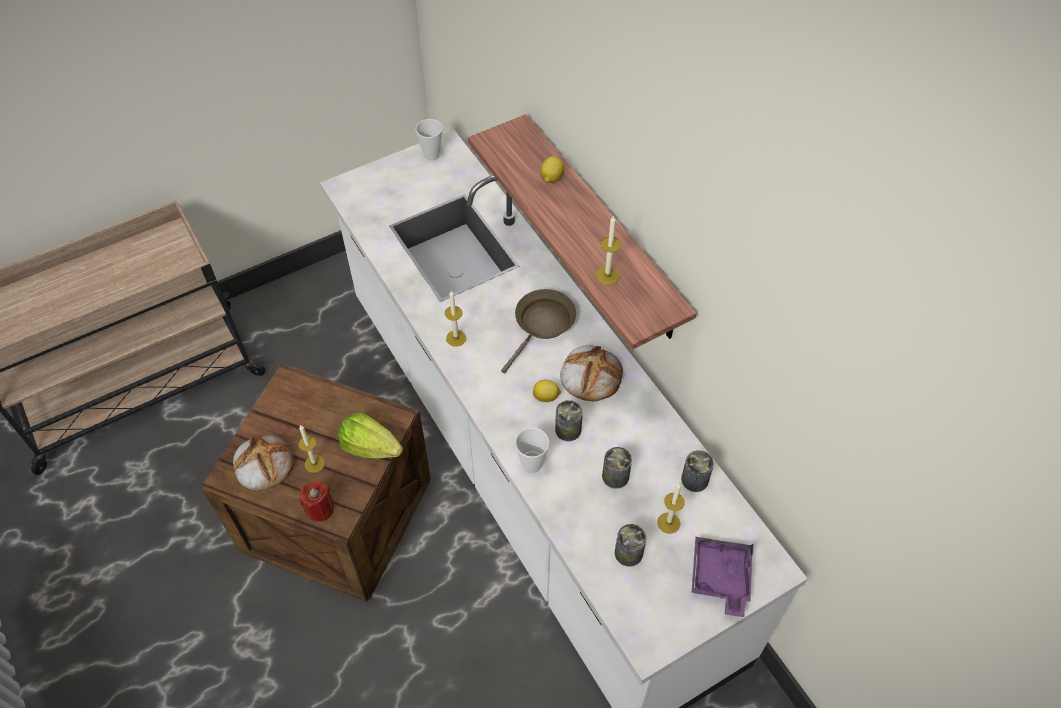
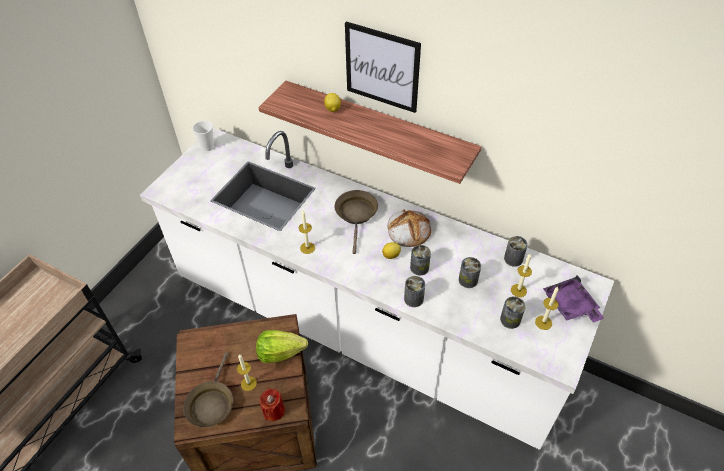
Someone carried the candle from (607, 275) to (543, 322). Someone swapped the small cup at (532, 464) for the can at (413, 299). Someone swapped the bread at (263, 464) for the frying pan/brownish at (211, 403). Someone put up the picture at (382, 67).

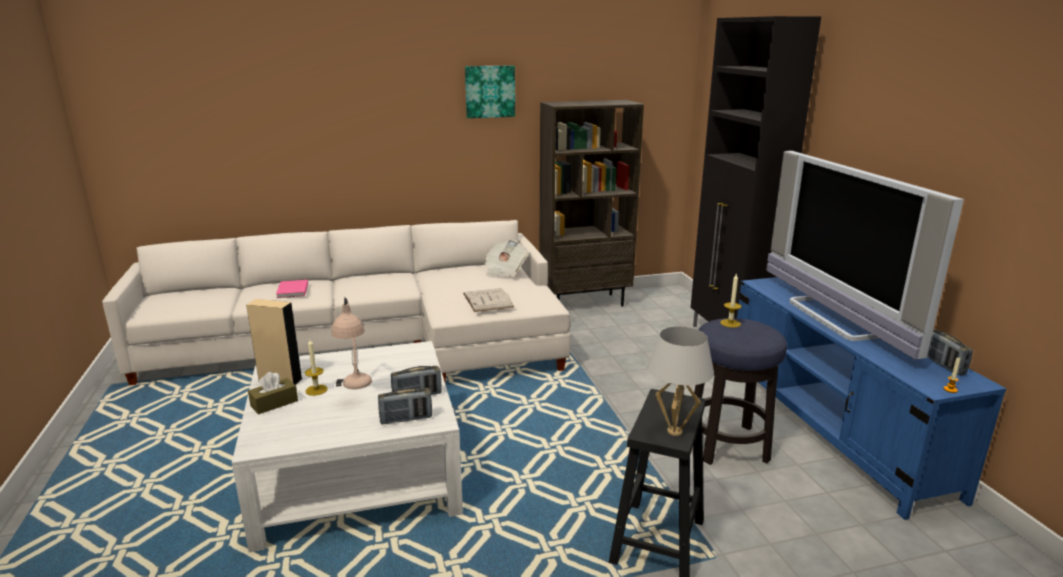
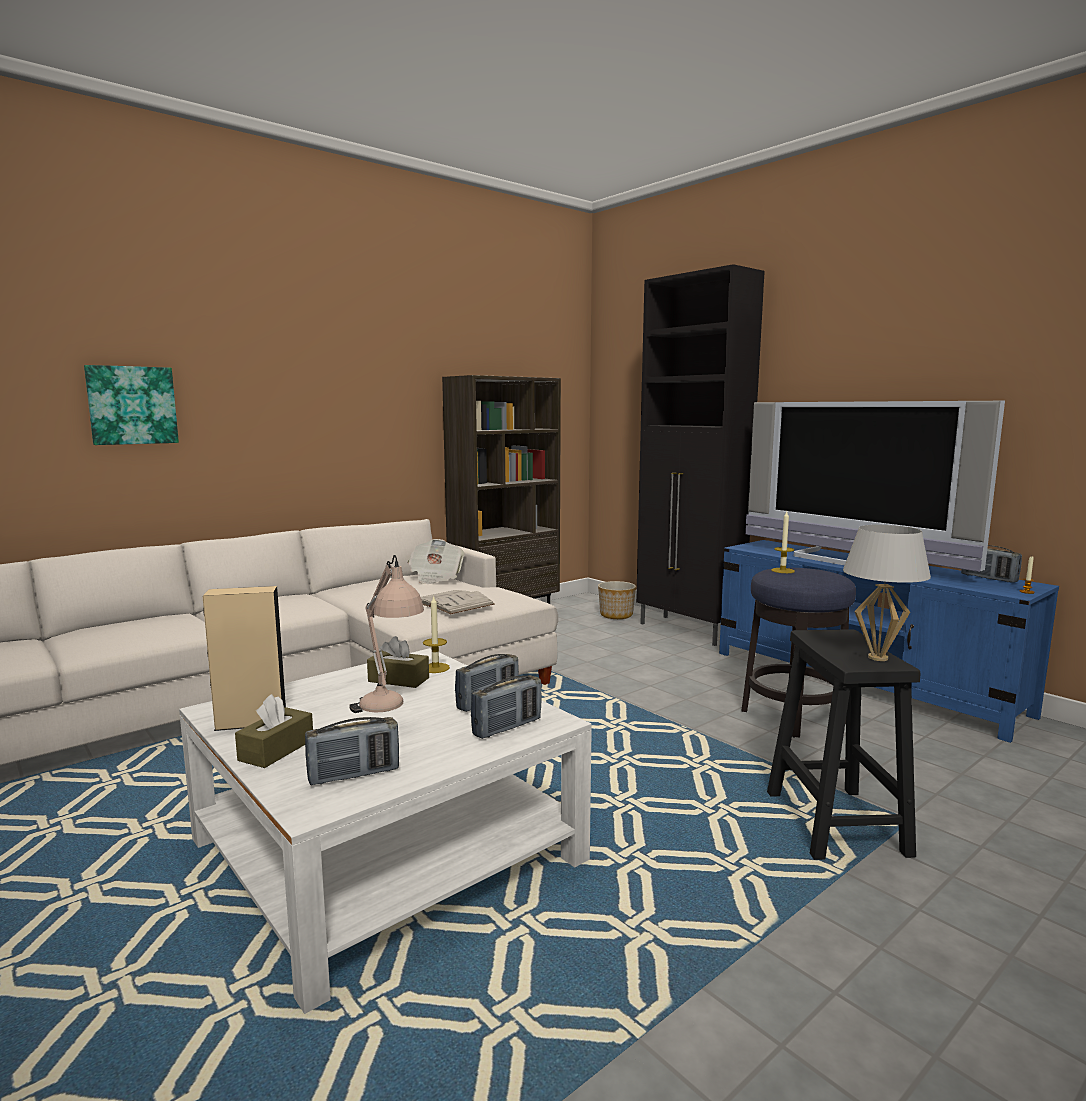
Someone carried the picture from (489, 91) to (132, 405). Someone took away the bound book/pink at (292, 291). Someone carried the candle from (316, 390) to (435, 668). Someone put down the planter at (616, 615). Someone put down the box of tissues/brownish at (398, 680). Someone put down the radio set at (354, 775).

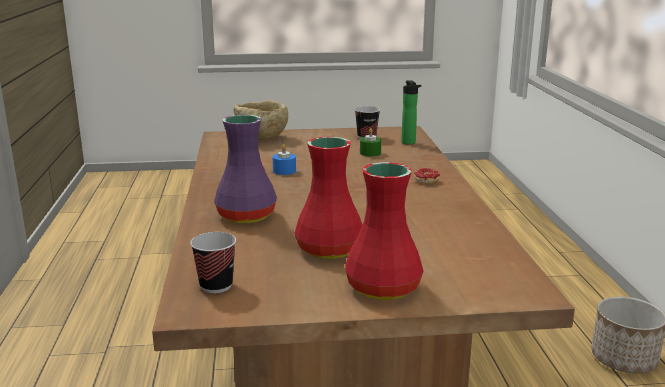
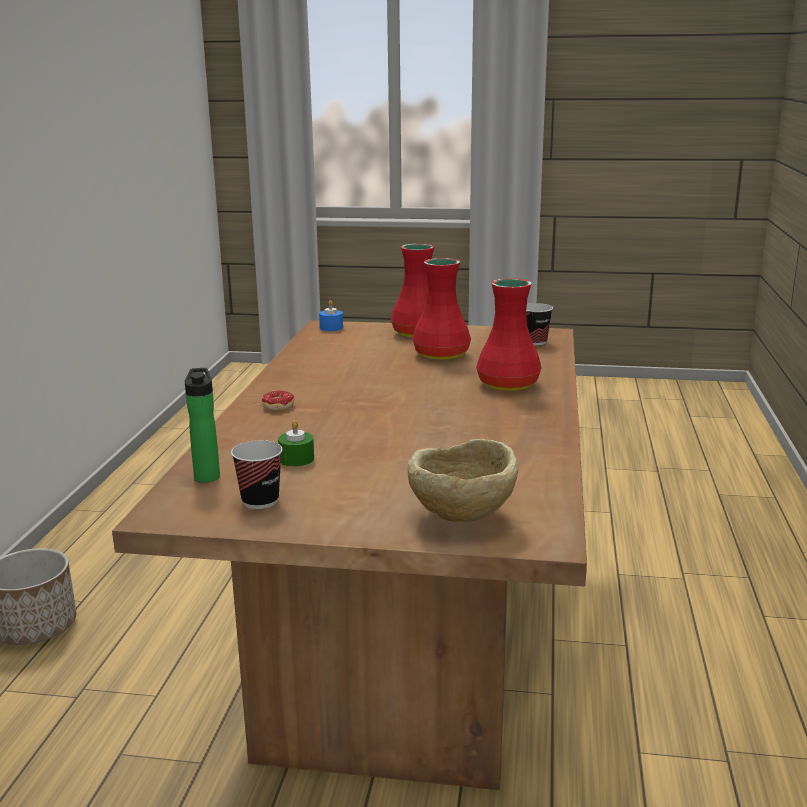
Someone repainted the decorative vase/purple-coloured at (248, 216), which became the decorative vase/reddish at (506, 385). Someone carried the candle/blue from (284, 171) to (331, 327).

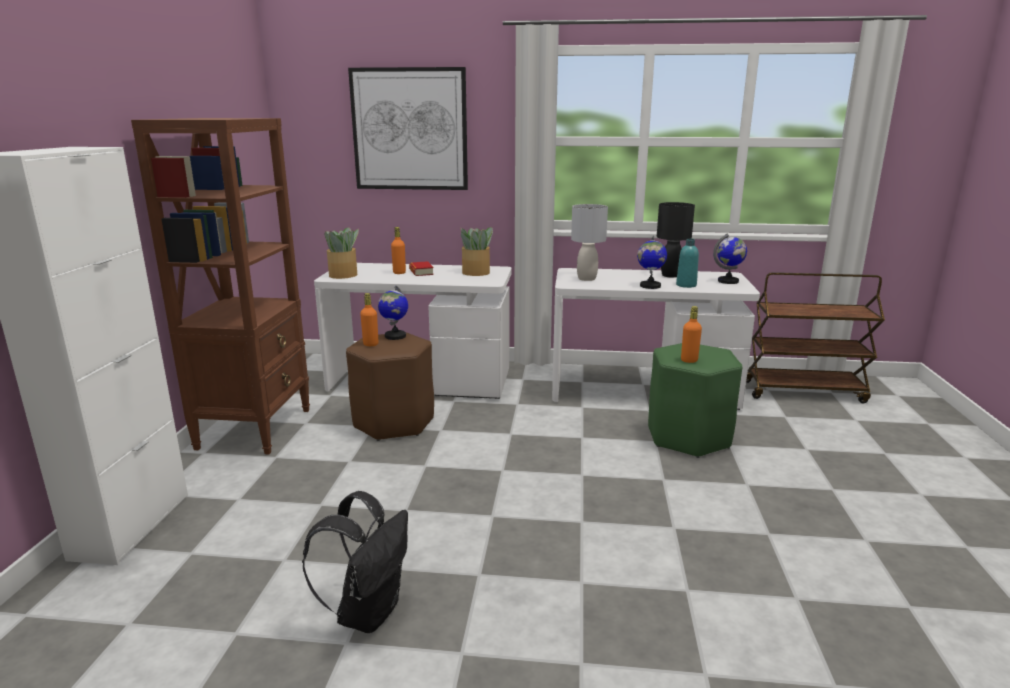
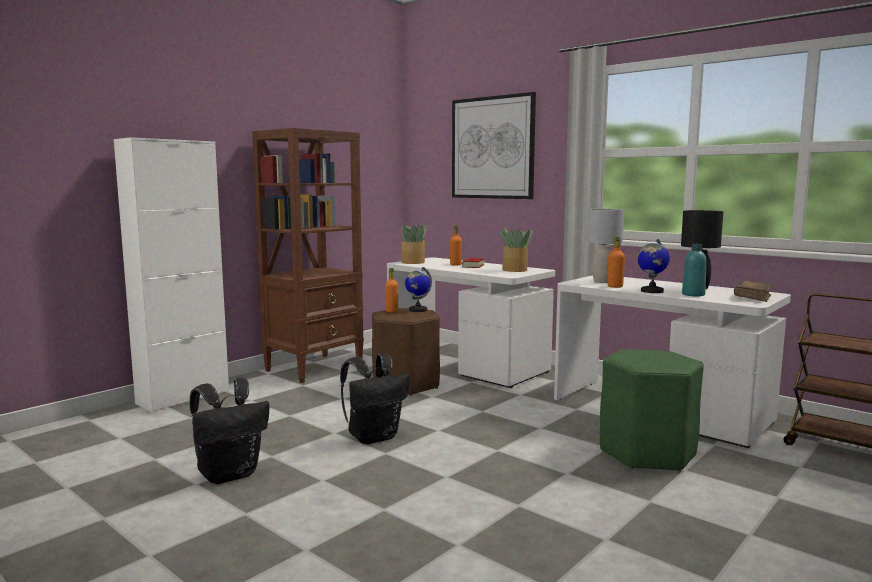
Someone swapped the desk globe at (728, 281) for the bound book/brownish at (752, 297). Someone carried the bottle/orange-coloured from (689, 360) to (615, 287). Someone put down the backpack/blackish at (374, 437).

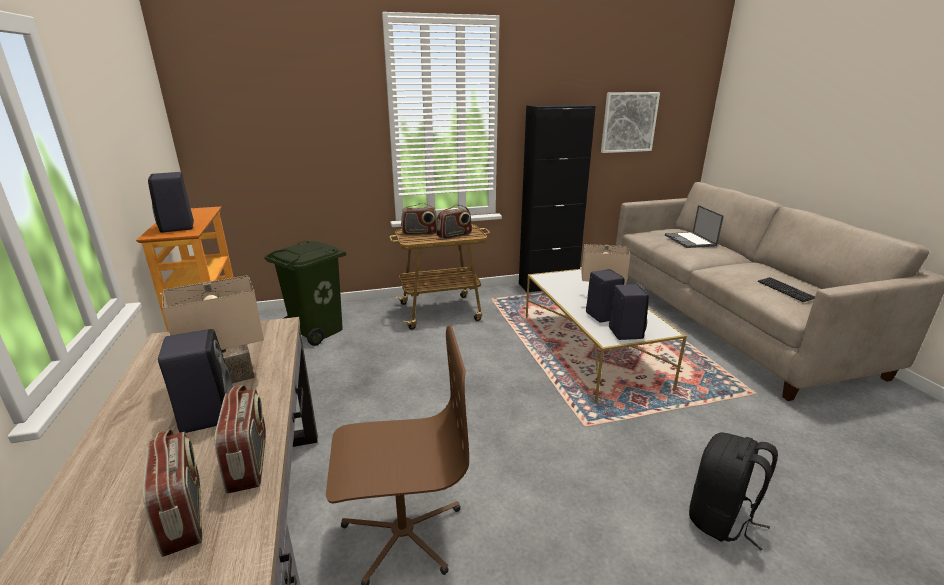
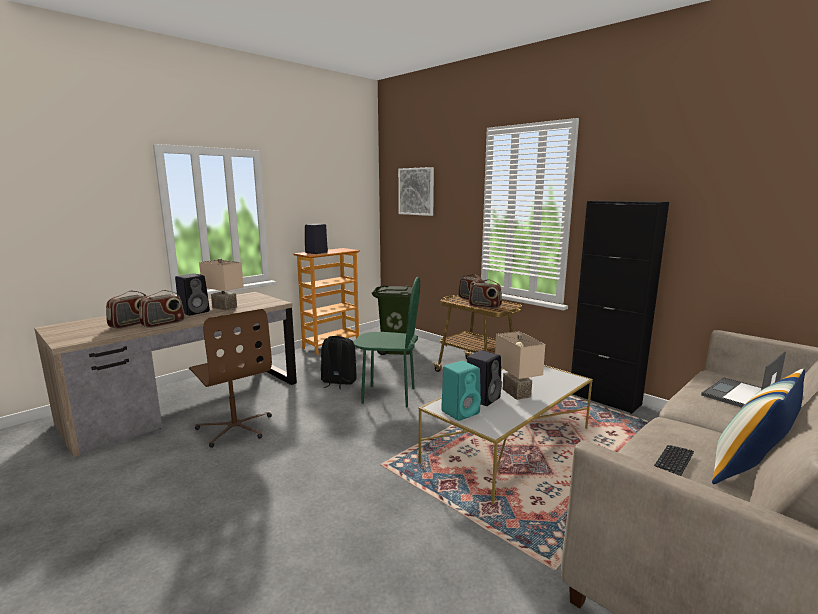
Someone carried the picture from (628, 122) to (416, 191). Someone repainted the loudspeaker/blackish at (624, 332), which became the loudspeaker/blue-green at (461, 412). Someone carried the backpack/blackish from (721, 519) to (338, 382). Someone put down the plain chair/greenish at (388, 396). Someone put down the pillow at (749, 470).

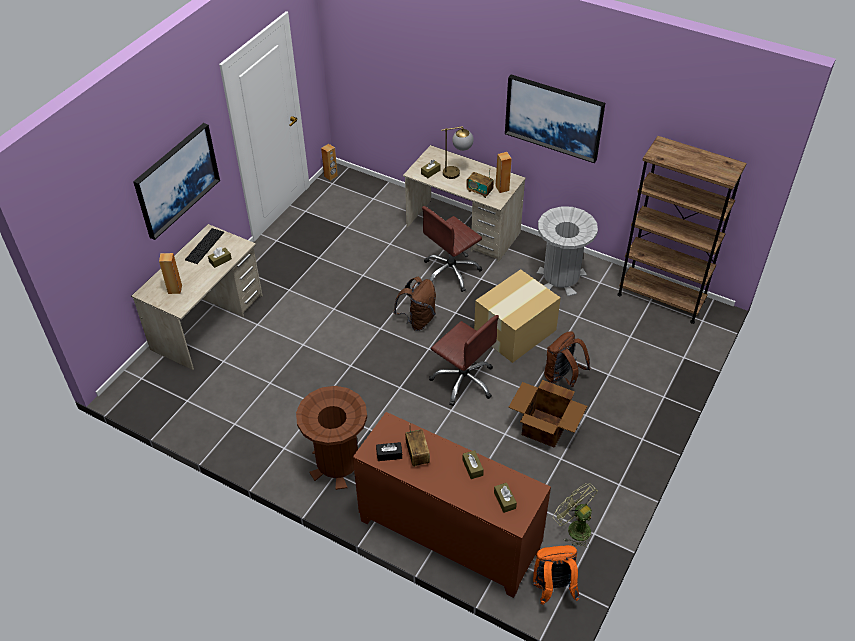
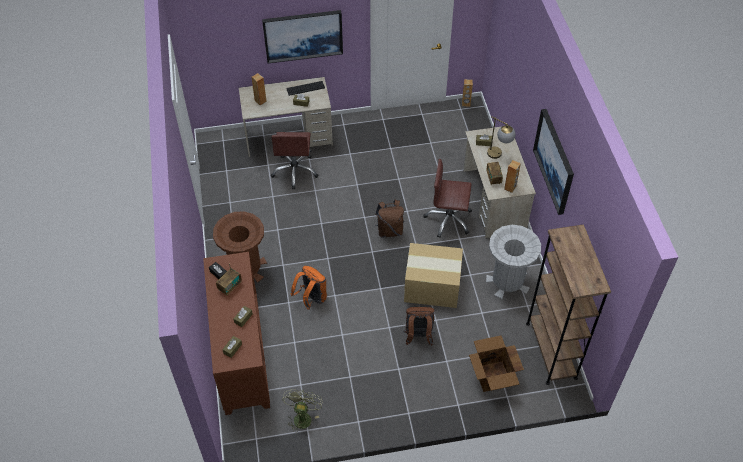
Someone carried the desk chair/brownish from (464, 381) to (295, 171). Someone carried the cardboard box from (545, 428) to (493, 376). Someone carried the backpack/orange-coloured from (552, 588) to (311, 299).

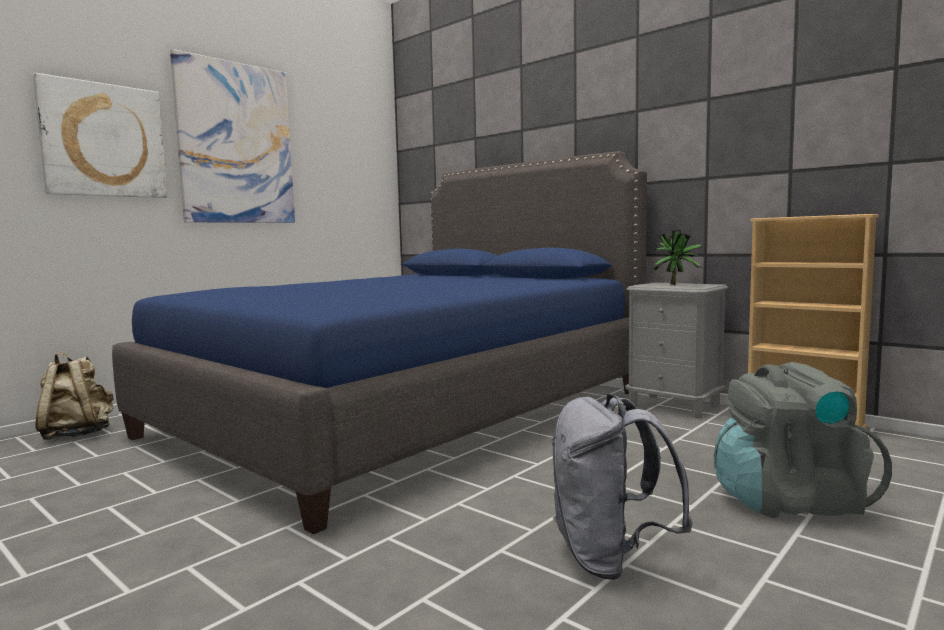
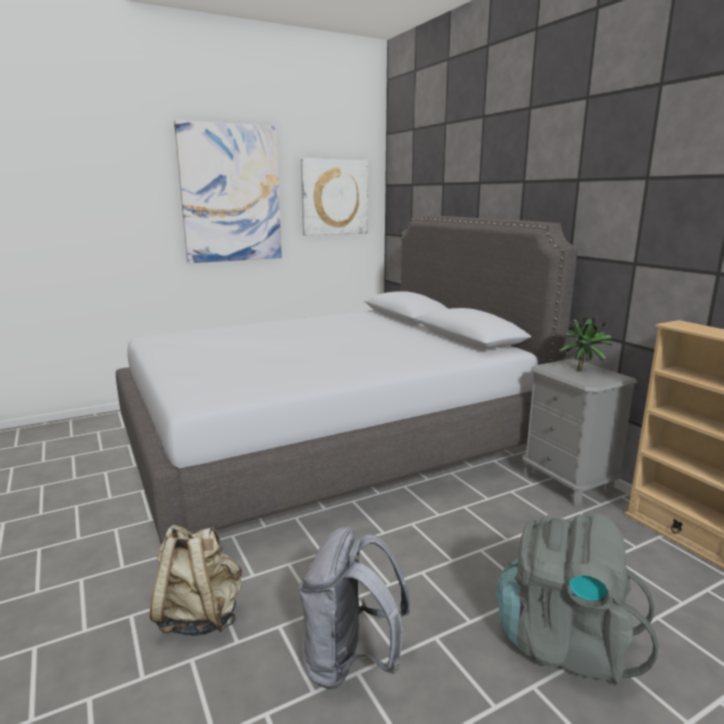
Someone carried the picture from (103, 140) to (334, 197). Someone repainted the bedroom bed/blue at (406, 413), which became the bedroom bed/greyish at (329, 445). Someone carried the backpack/sand-coloured from (78, 435) to (200, 616).

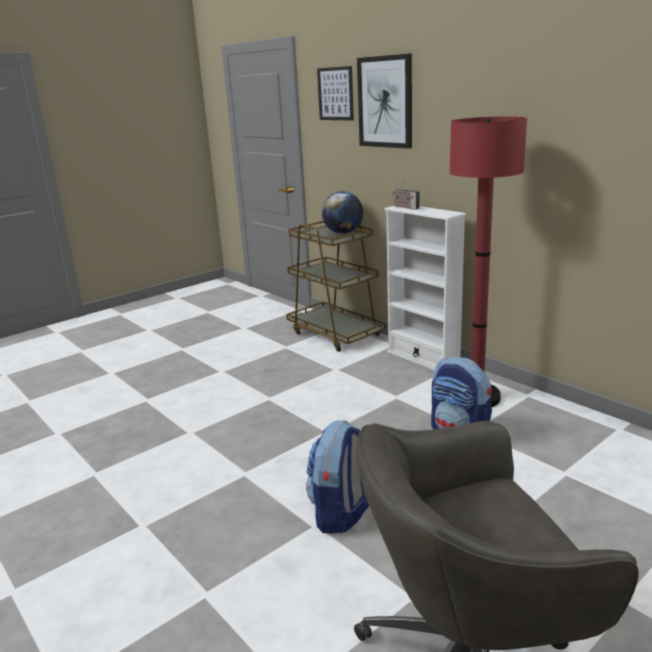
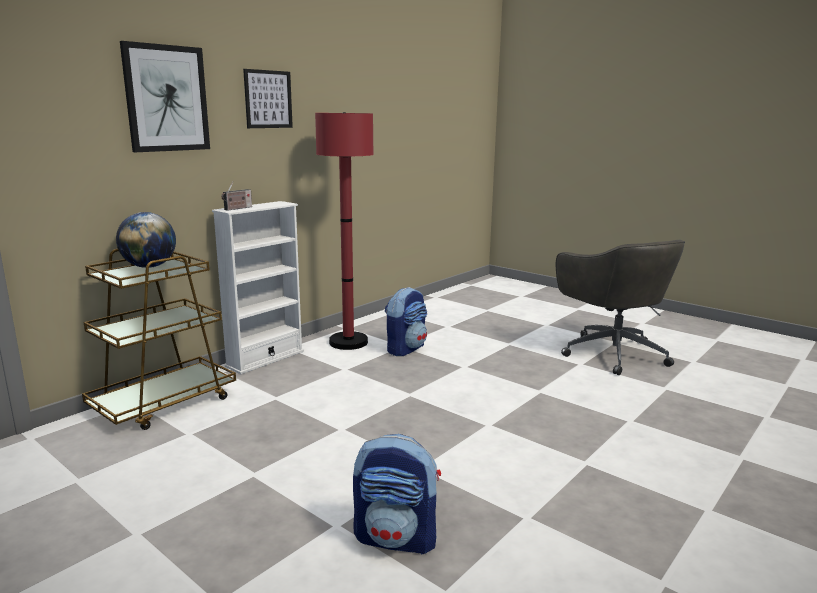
Someone carried the picture from (335, 94) to (268, 99). Someone carried the backpack from (341, 513) to (397, 538).

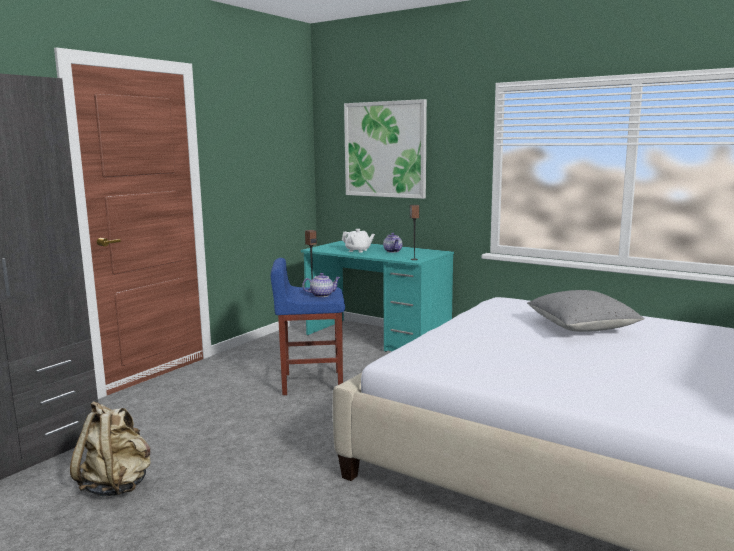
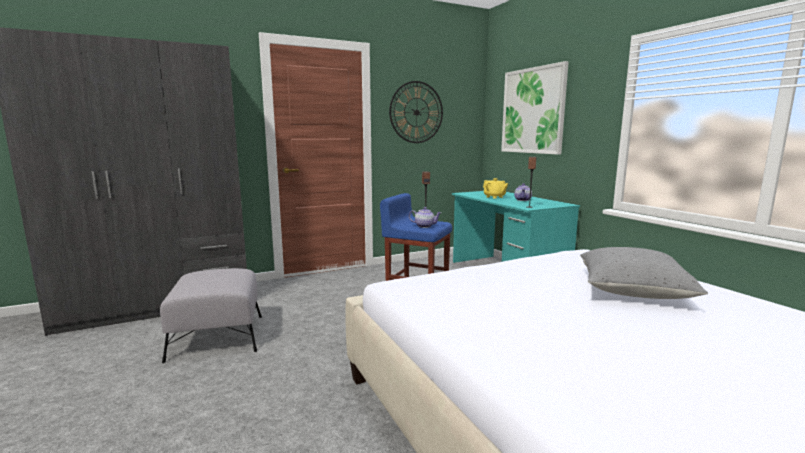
Someone repainted the tea pot/white-coloured at (358, 250), which became the tea pot/yellow-coloured at (494, 197). Someone swapped the backpack/sand-coloured at (116, 485) for the ottoman/greyish at (217, 337). Someone put up the clock on the wall at (416, 112).

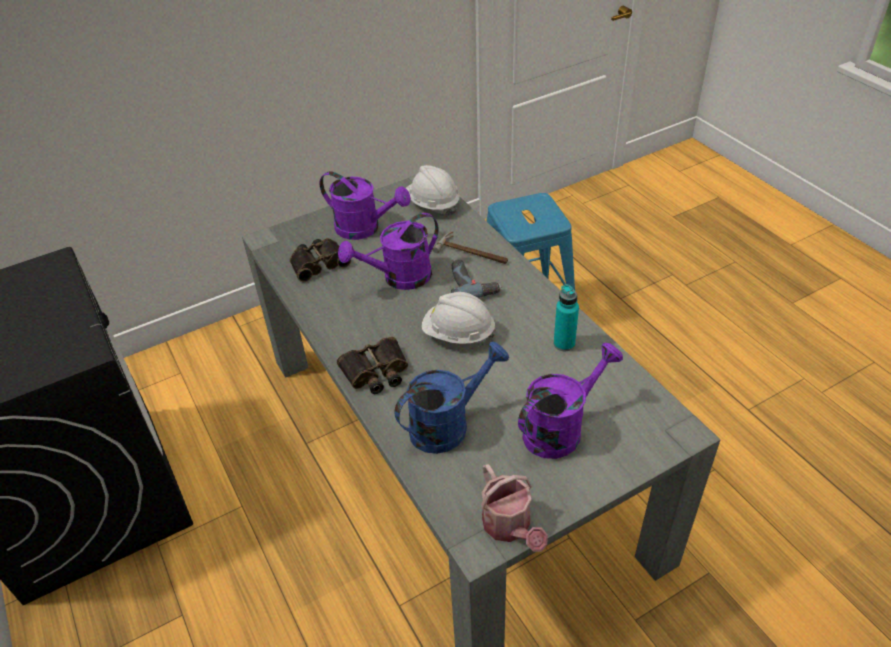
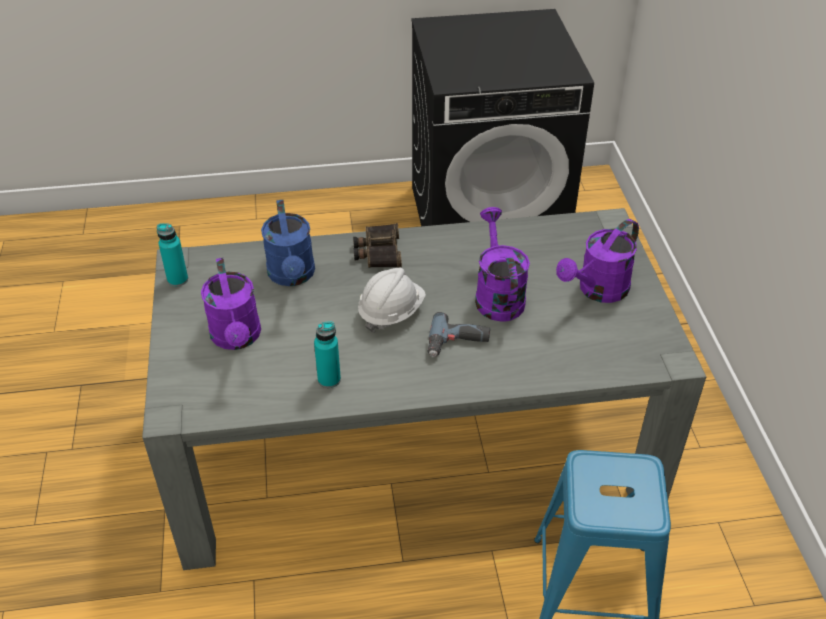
Someone took away the safety helmet/white-coloured at (432, 204). Someone took away the hand hammer at (472, 253). Someone took away the field glasses at (318, 263). Someone swapped the sprinkling can at (510, 527) for the bottle/blue-green at (177, 280).

